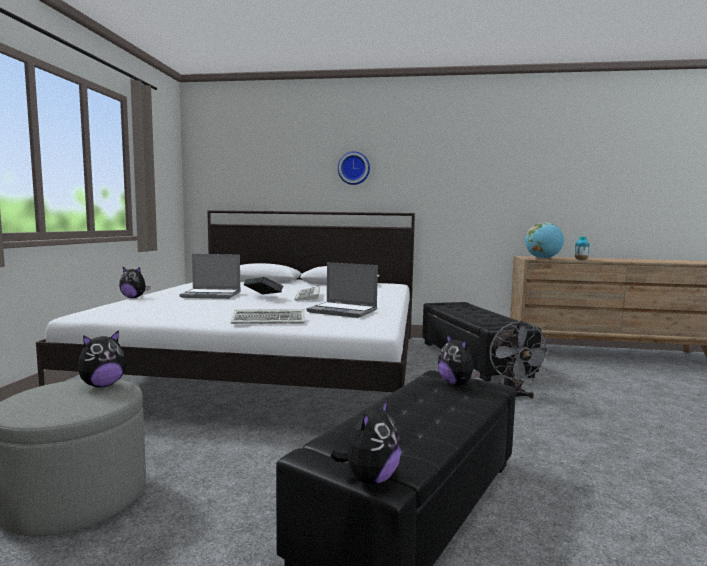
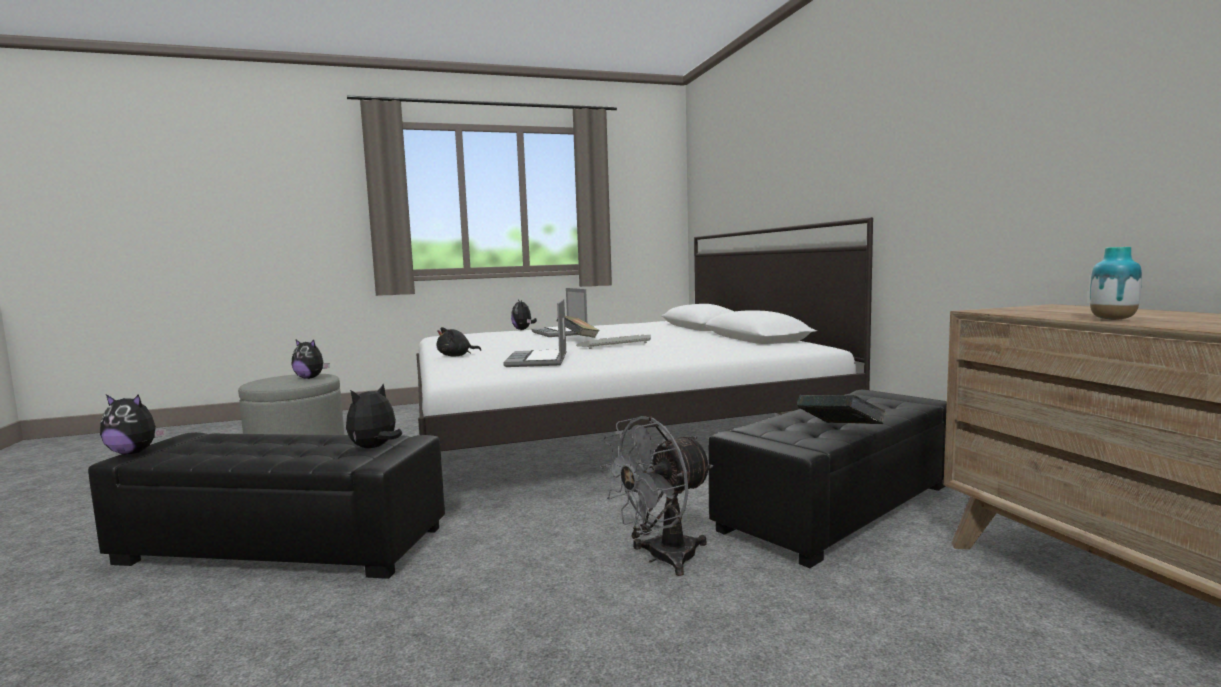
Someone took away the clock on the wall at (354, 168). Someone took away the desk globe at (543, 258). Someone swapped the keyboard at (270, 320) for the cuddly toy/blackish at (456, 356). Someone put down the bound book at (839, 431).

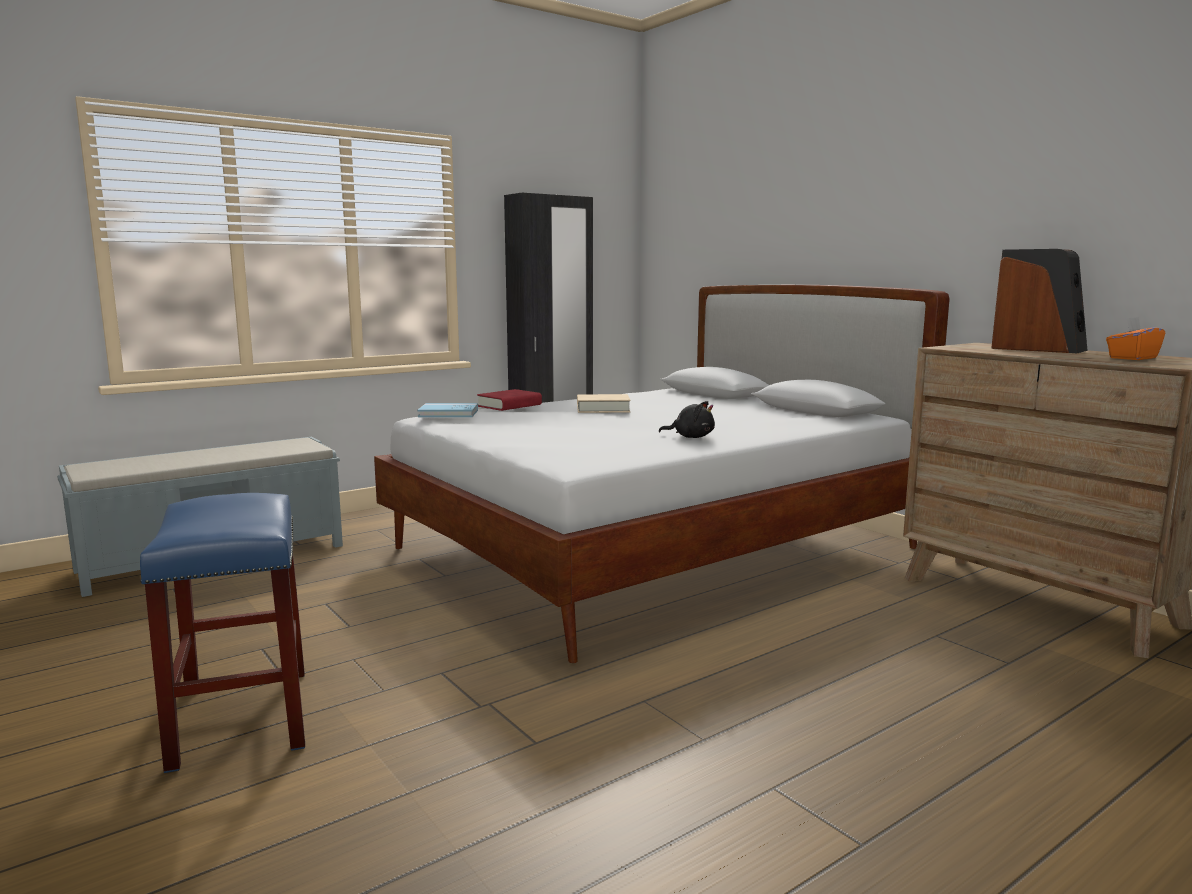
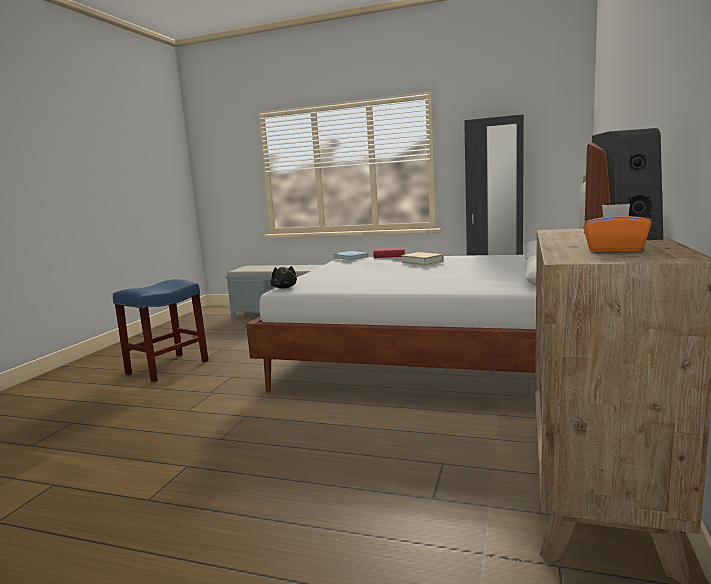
Someone carried the cuddly toy/blackish from (691, 437) to (284, 287).

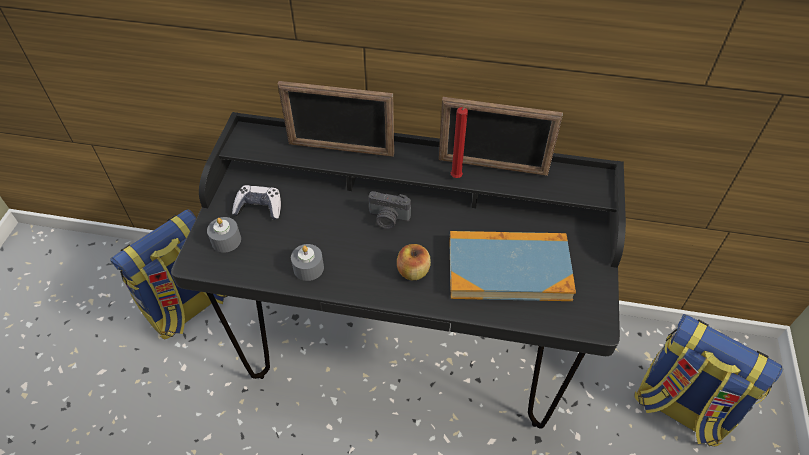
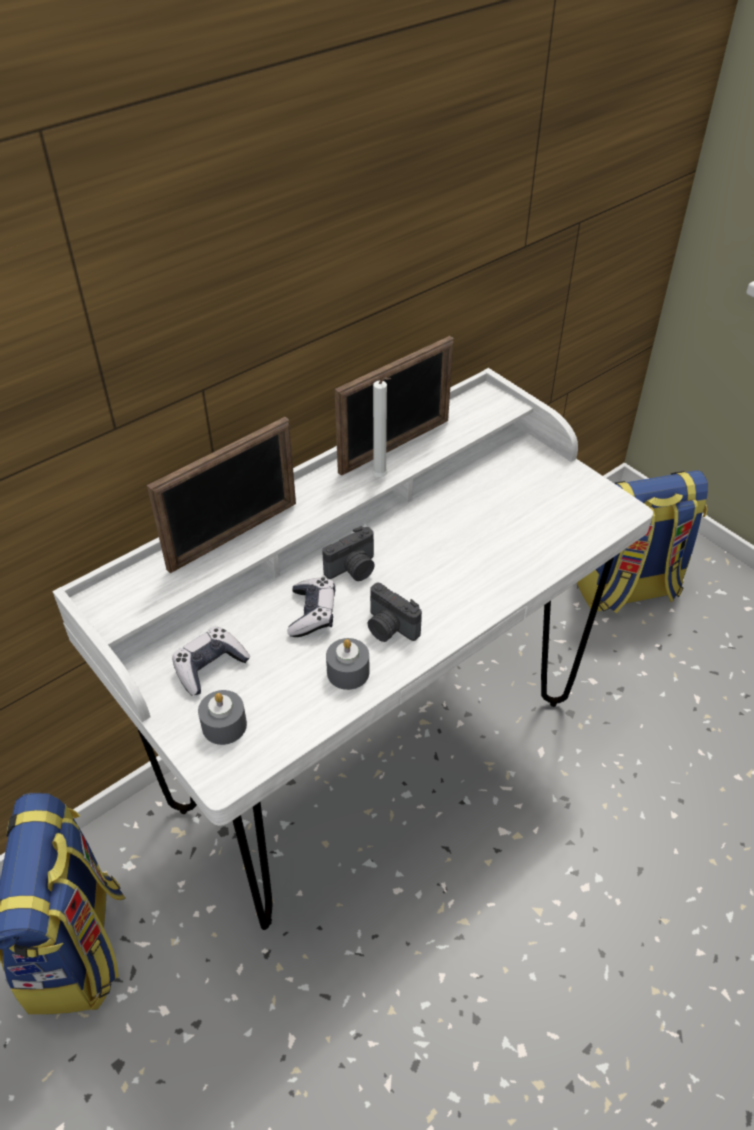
Someone repainted the candle/reddish at (456, 178), which became the candle/white-coloured at (381, 478). Someone repainted the desk/blackish at (404, 351), which became the desk/white-coloured at (375, 753). Someone took away the bound book at (508, 268). Someone took away the whole apple at (413, 271). Someone put down the gamepad at (312, 614). Someone put down the still camera at (389, 628).

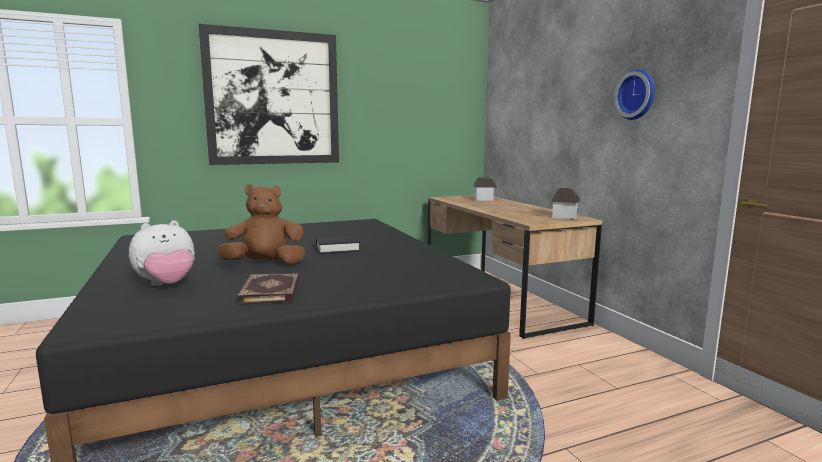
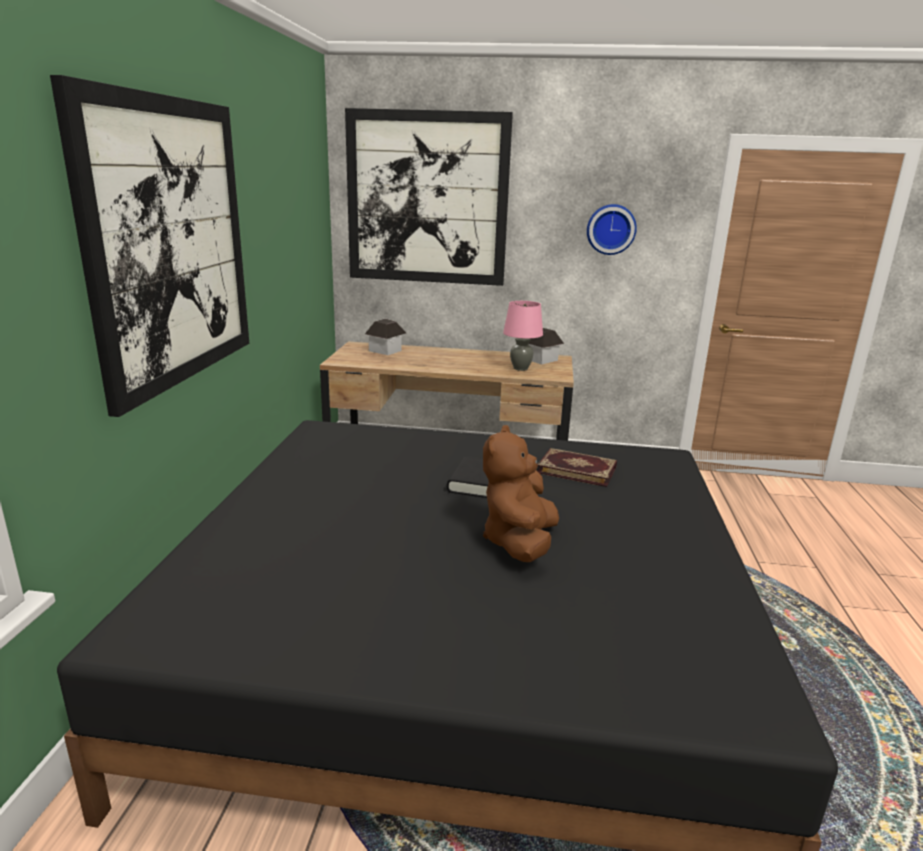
Someone took away the cuddly toy at (167, 285). Someone carried the bound book from (272, 291) to (577, 469). Someone put up the picture at (427, 199). Someone put down the tabletop lamp/pink at (520, 368).

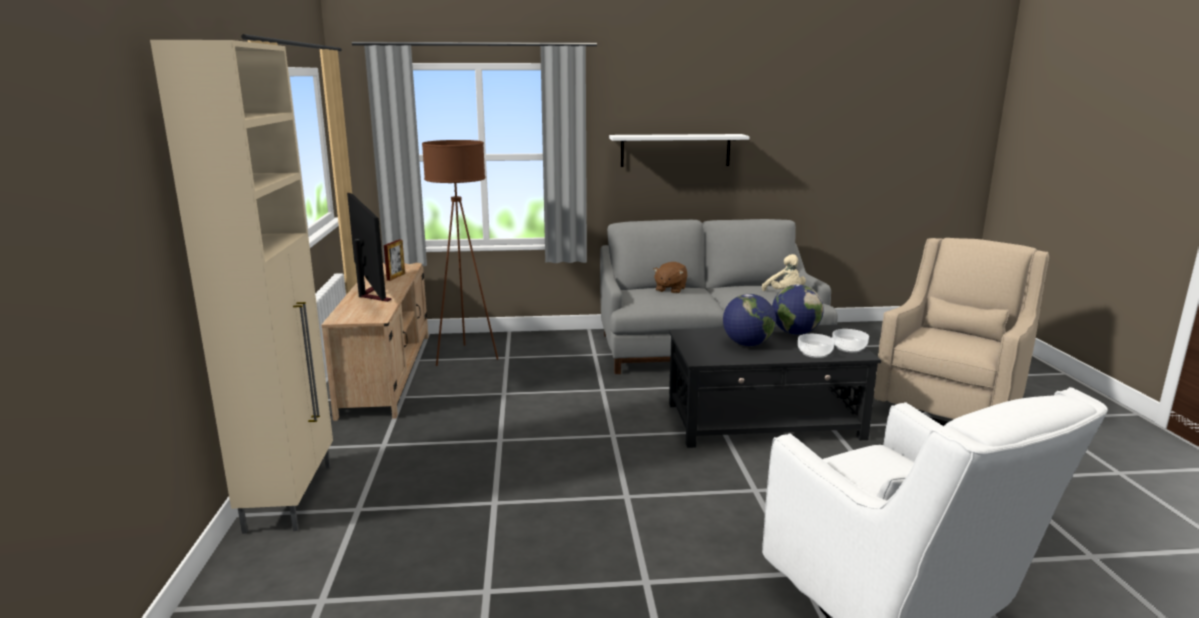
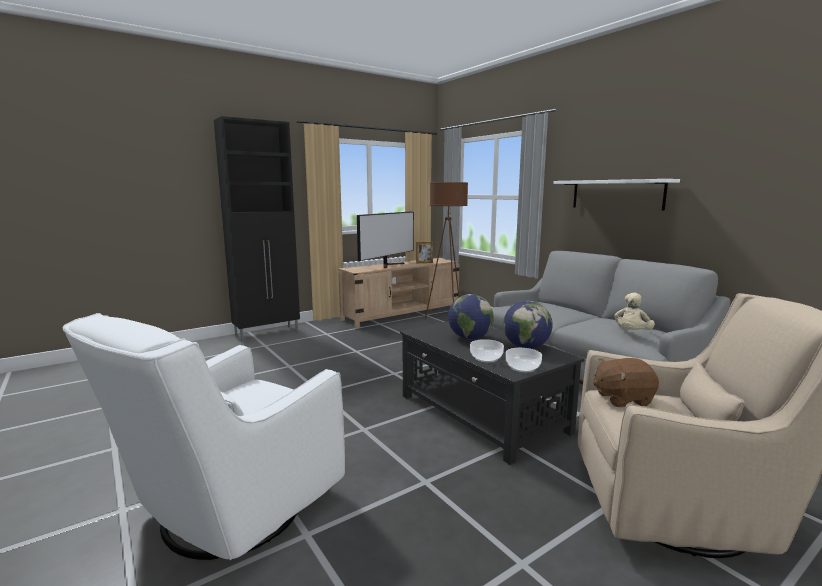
Someone repainted the cupboard/sand-coloured at (291, 496), which became the cupboard/blackish at (268, 333). Someone carried the cuddly toy/brownish from (670, 289) to (622, 398).

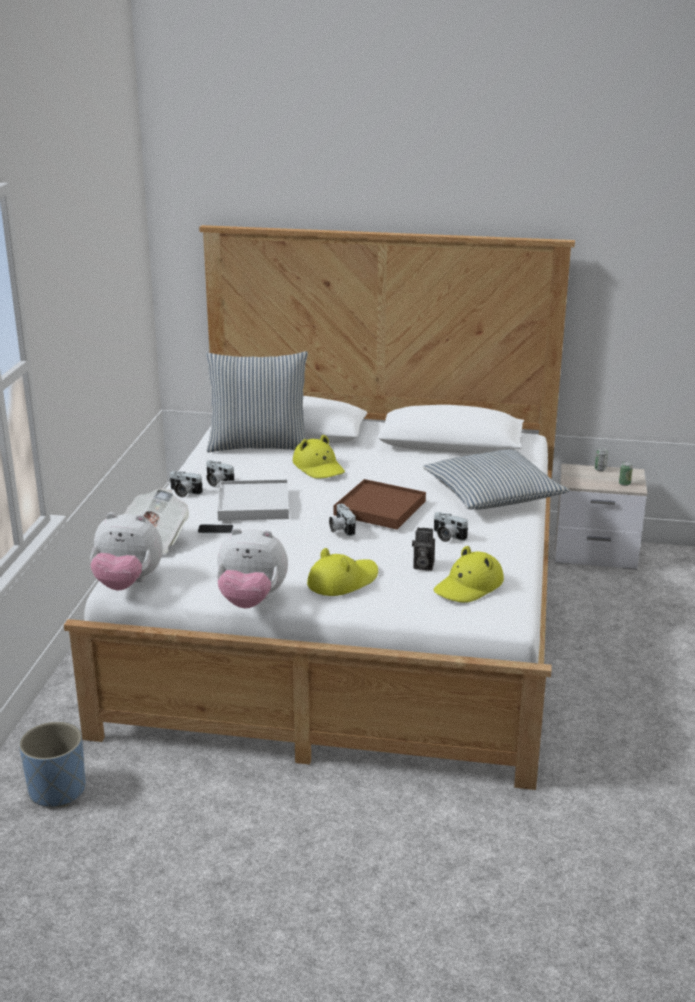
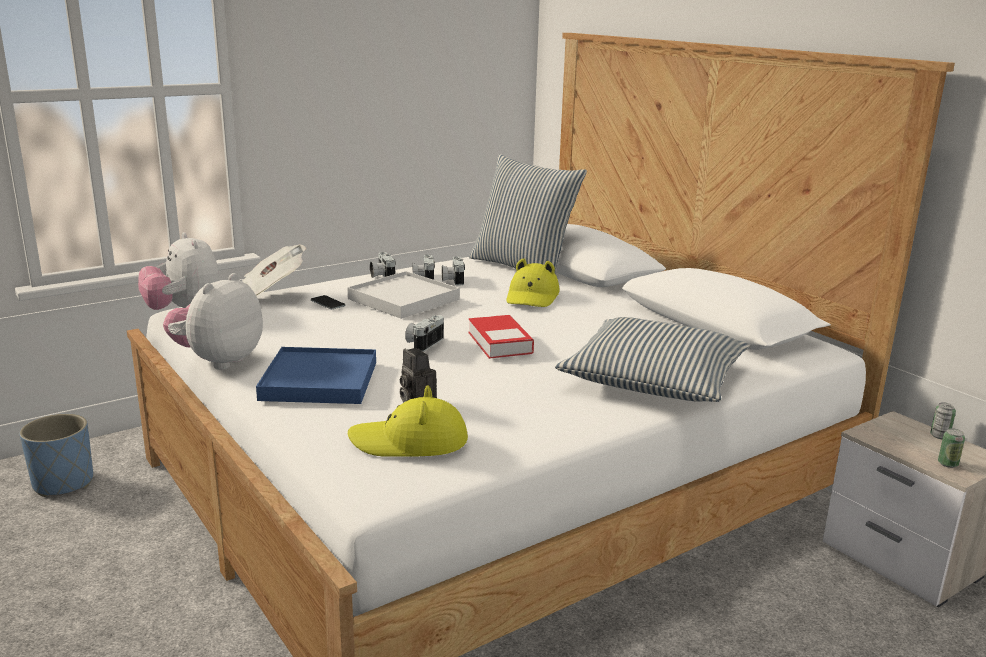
Someone swapped the tray/brownish at (380, 508) for the bound book at (500, 343). Someone carried the still camera from (447, 536) to (452, 280). Someone rotated the cuddly toy at (251, 601) by 60 degrees clockwise. Someone swapped the clothing hat/yellow-coloured at (342, 581) for the tray/blue at (319, 381).

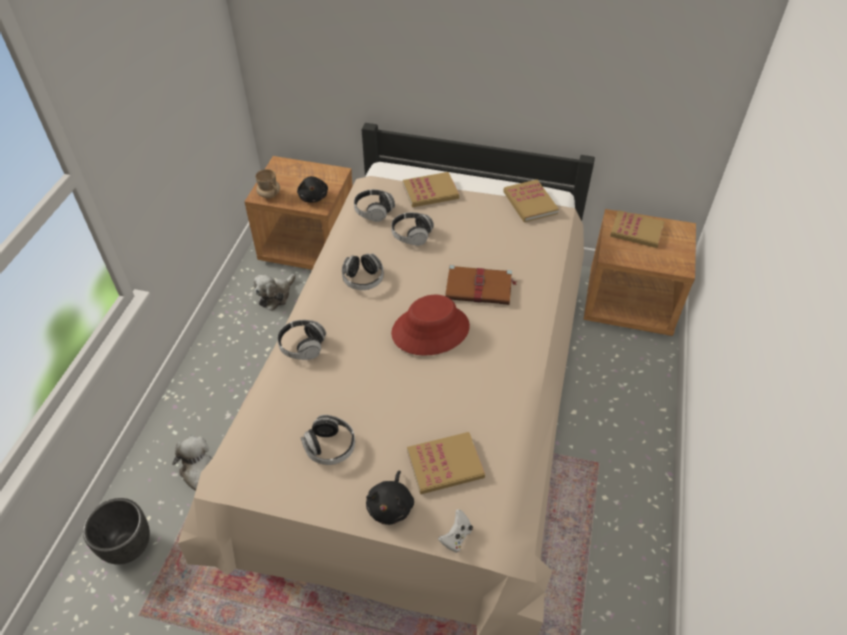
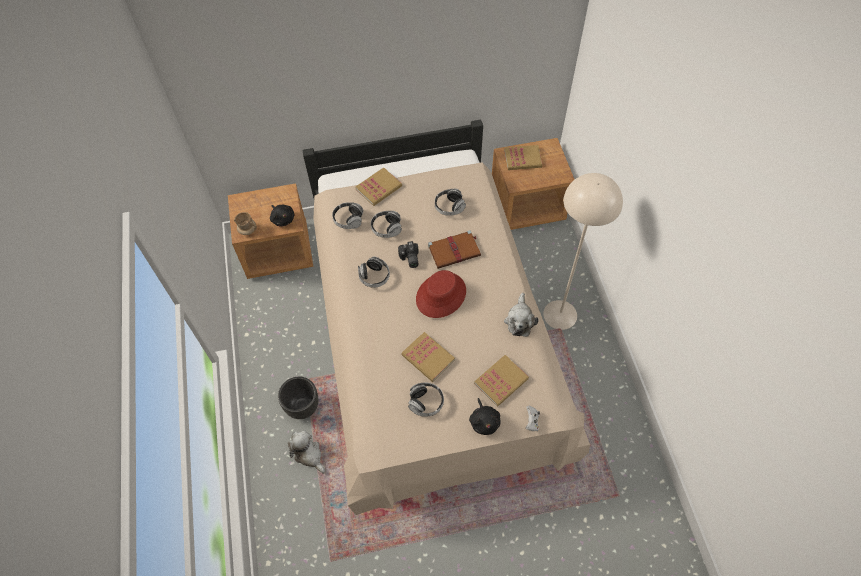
Someone carried the bound book from (530, 203) to (428, 357). Someone carried the cuddly toy from (276, 296) to (519, 320). Someone carried the pair of headphones from (302, 346) to (449, 207). Someone carried the planter/blackish from (129, 546) to (303, 407). Someone put down the standard lamp/sand-coloured at (560, 315). Someone put down the still camera at (409, 259).

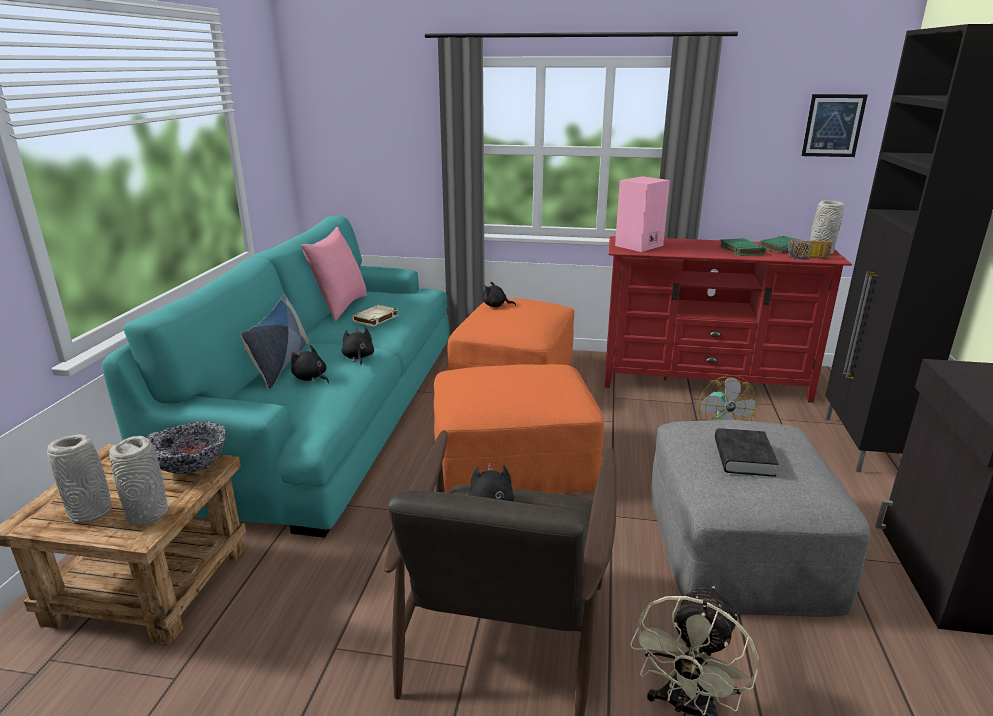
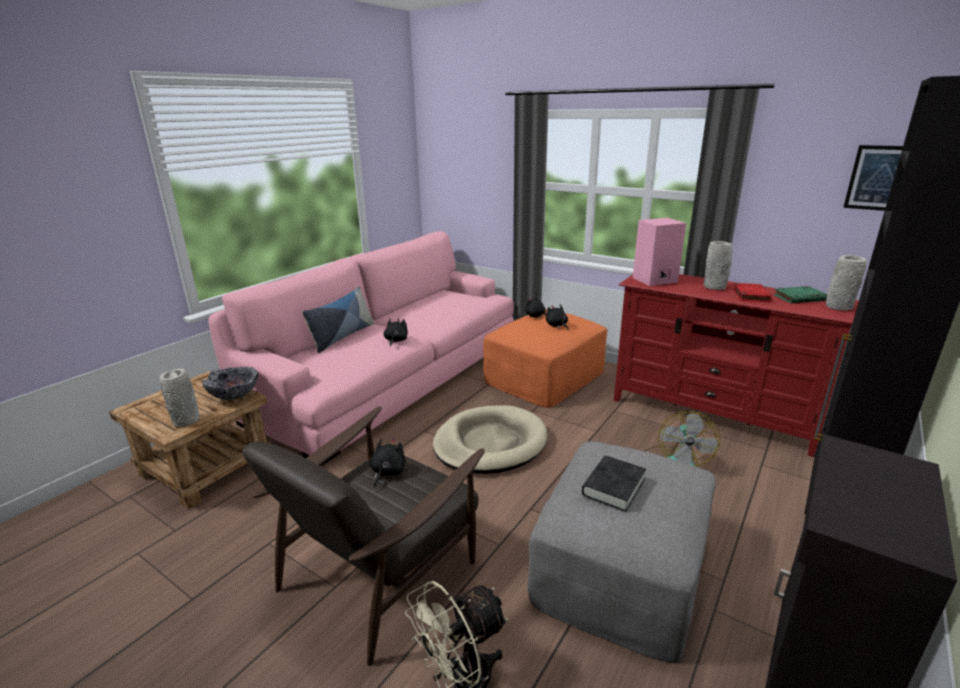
Someone repainted the settee/blue-green at (331, 412), which became the settee/pink at (393, 378). Someone took away the pillow/pink at (340, 307). Someone repainted the bound book/greenish at (741, 250), which became the bound book/reddish at (750, 295). Someone took away the radio set at (808, 258). Someone took away the bound book/sand-coloured at (375, 319). Someone carried the cuddly toy/blackish from (311, 378) to (557, 325). Someone swapped the ottoman/orange-coloured at (513, 460) for the dog bed/sand-coloured at (490, 443). Someone carried the decorative vase/greyish from (92, 512) to (715, 287).

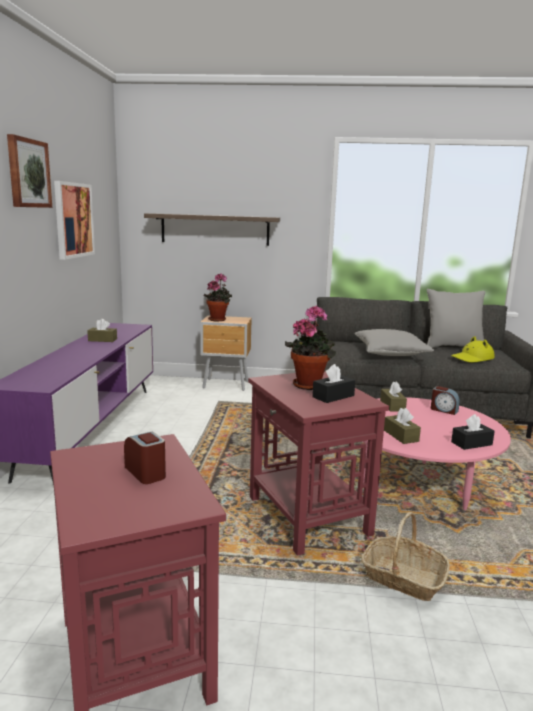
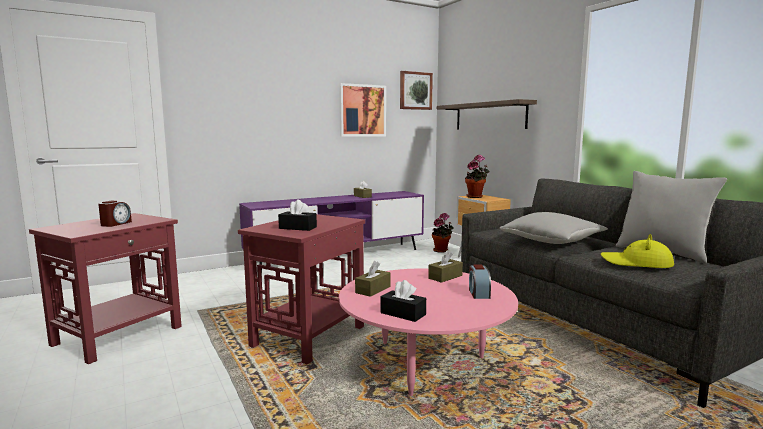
Someone carried the picture from (28, 173) to (415, 90). Someone carried the potted plant from (310, 384) to (442, 250). Someone took away the household basket at (403, 578).

